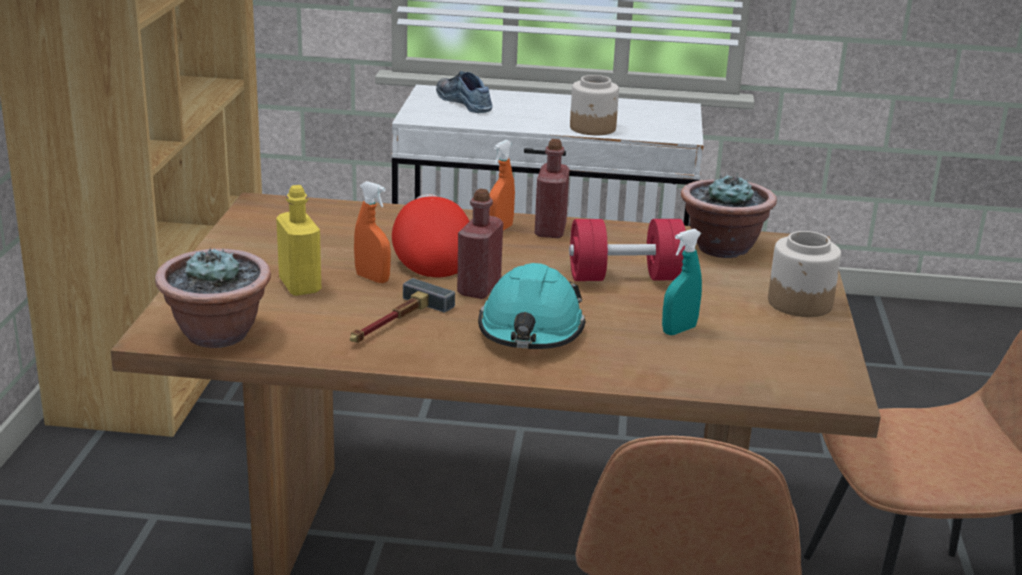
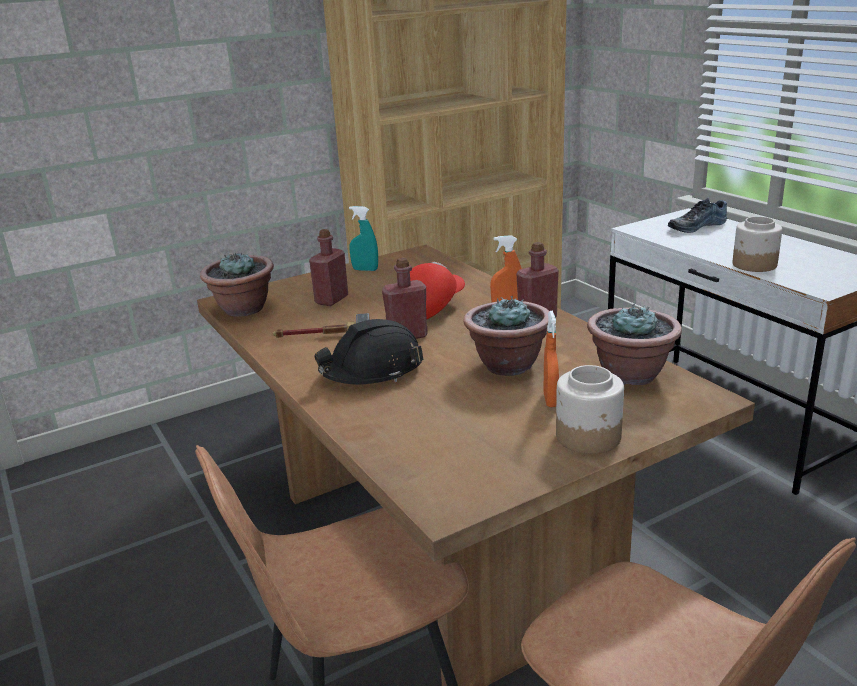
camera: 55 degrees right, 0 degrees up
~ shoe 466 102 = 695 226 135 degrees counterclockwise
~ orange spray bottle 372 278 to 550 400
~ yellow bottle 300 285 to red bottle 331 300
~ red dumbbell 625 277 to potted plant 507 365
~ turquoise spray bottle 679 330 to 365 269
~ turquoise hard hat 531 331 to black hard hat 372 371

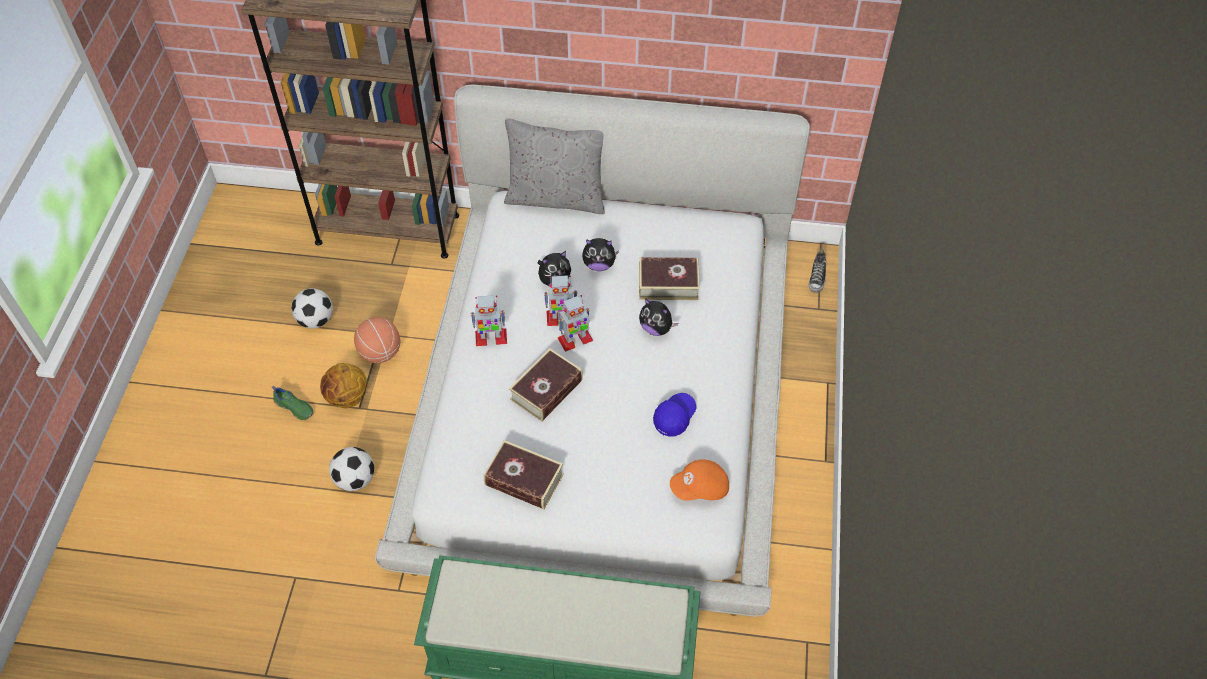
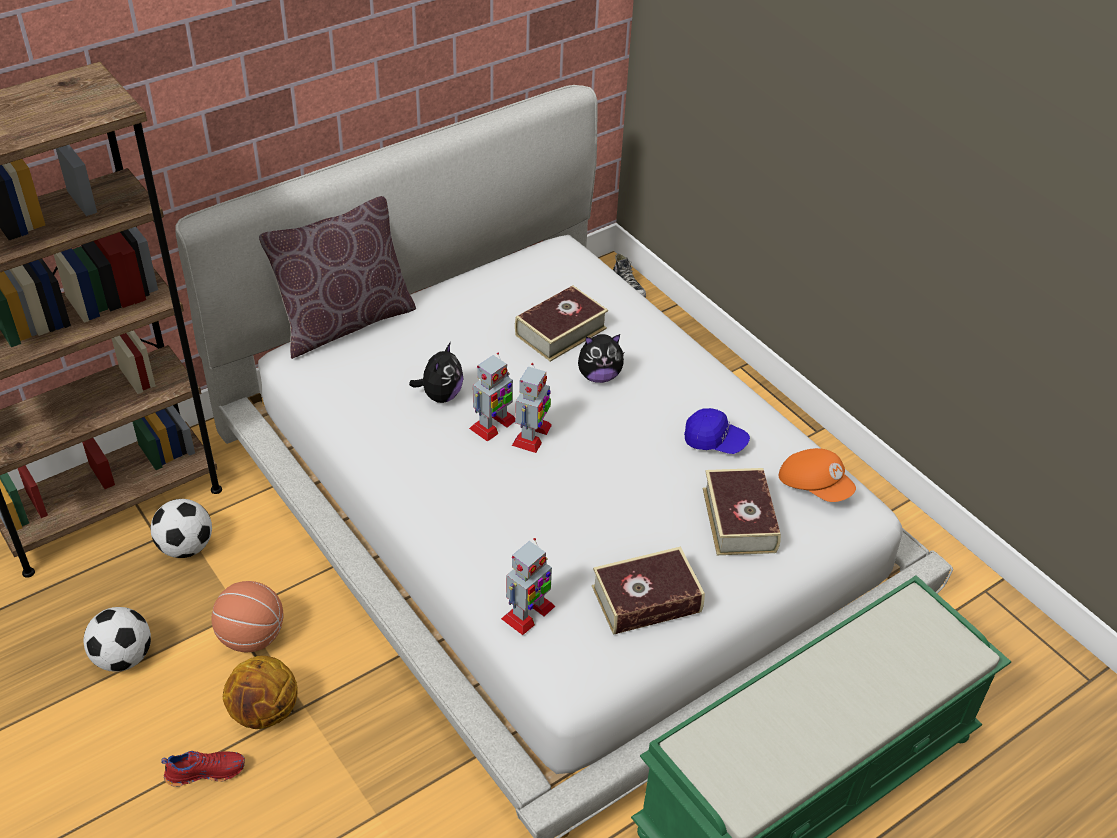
camera: 45 degrees left, 10 degrees down
~ grey pillow 556 197 to brown pillow 344 322
- plush toy 599 265
~ toy robot 490 337 to 528 613
~ book 546 390 to 739 520
~ green shoe 295 407 to red shoe 206 771
~ blue cap 674 417 = 715 441 120 degrees clockwise
~ football 355 479 to 186 547
~ orange cap 700 488 = 814 486 75 degrees counterclockwise

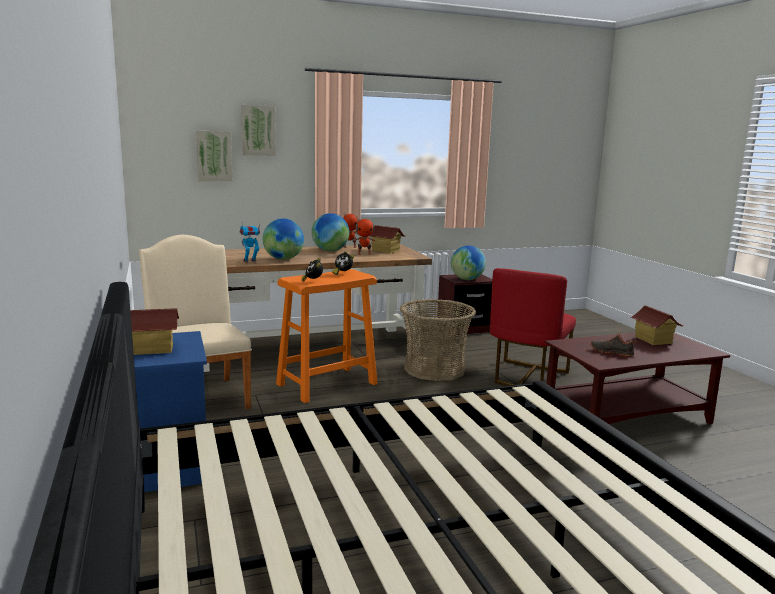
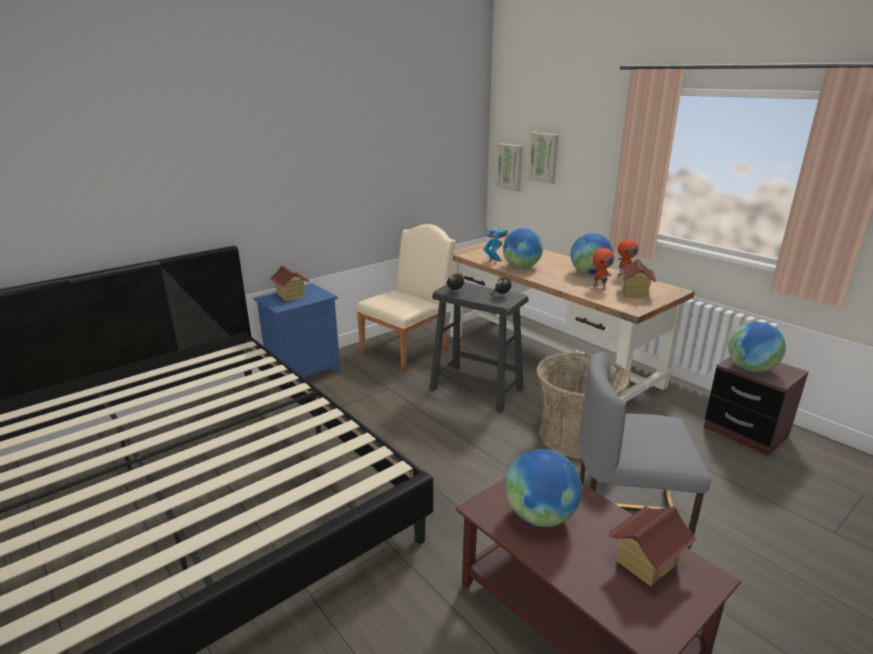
camera: 70 degrees right, 10 degrees up
~ picture 258 130 to 510 167
~ red chair 526 376 to grey chair 628 508
~ orange stool 326 384 to black stool 476 389
~ black shoe 611 352 to globe 540 516

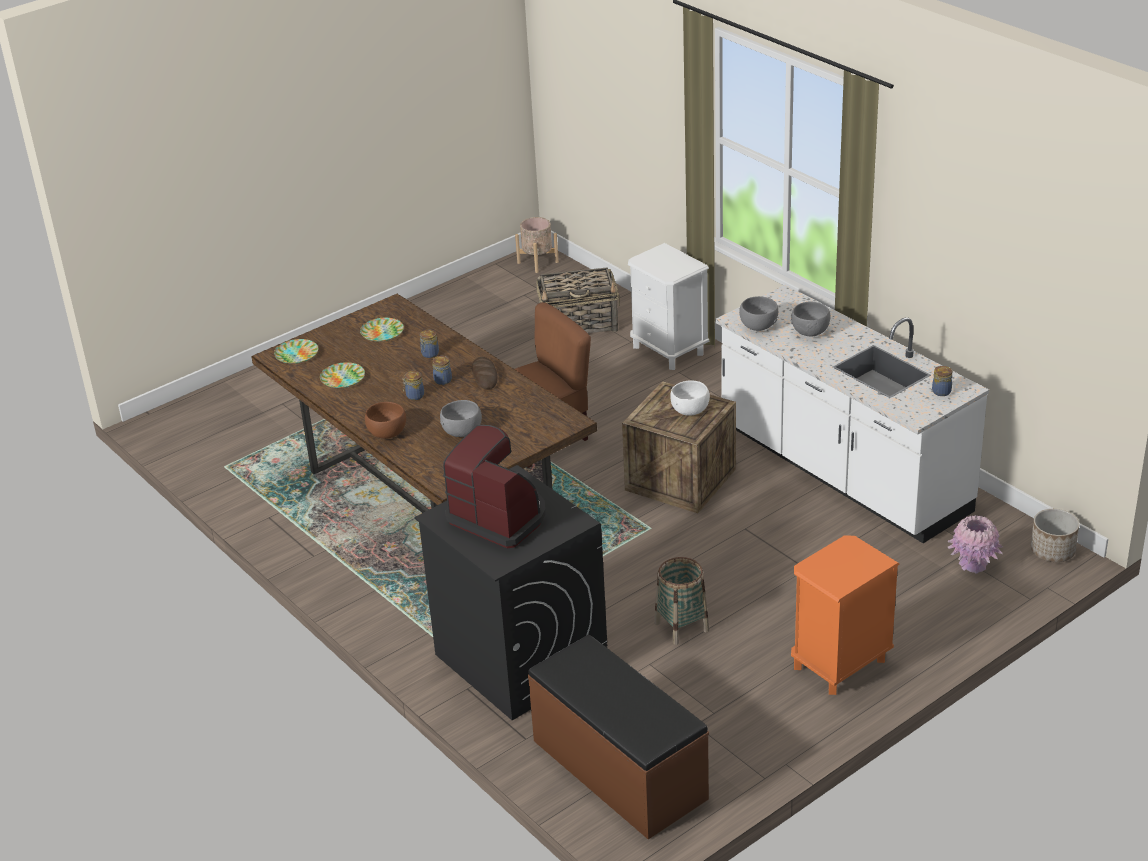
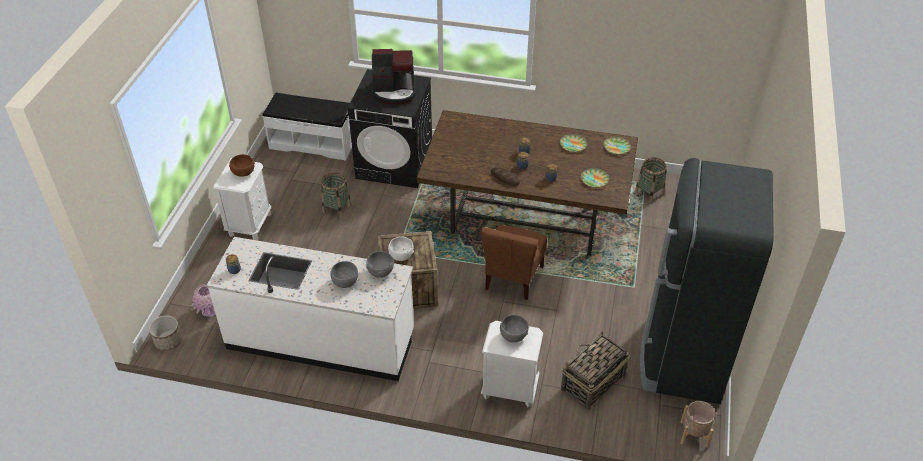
camera: 140 degrees right, 10 degrees up
~ grey bowl 462 432 to 513 336
~ brown bowl 387 433 to 243 172
~ orange nightstand 839 664 to white nightstand 250 224
~ brown bench 618 770 to white bench 313 143
+ basket 649 193
+ black fridge 682 357

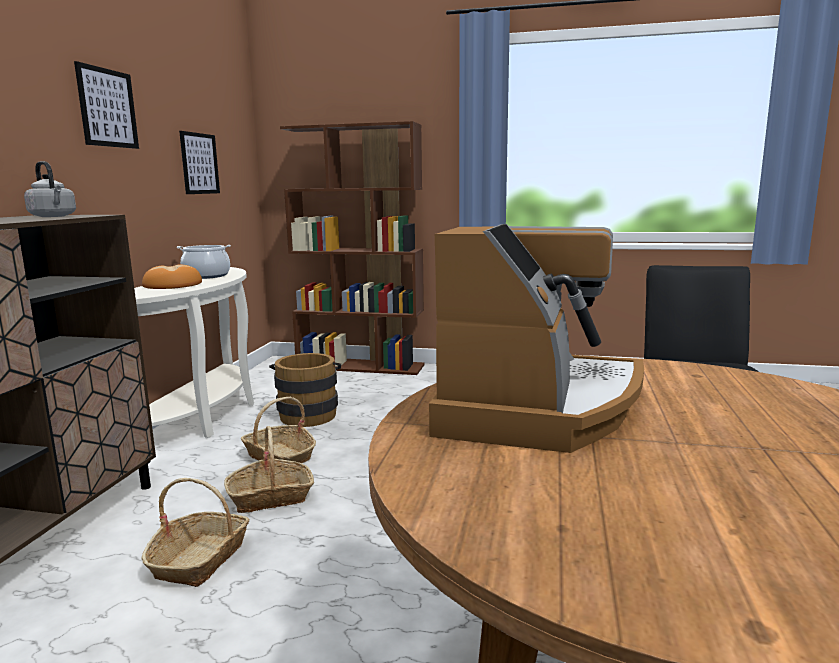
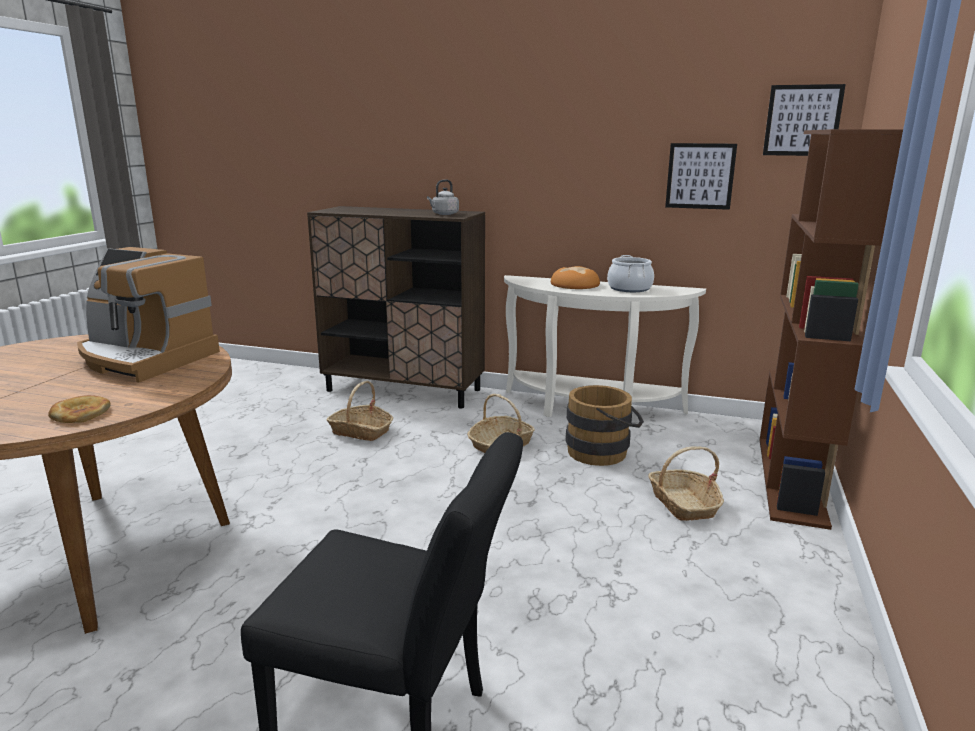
camera: 95 degrees right, 5 degrees up
~ picture 107 108 to 802 120
~ basket 271 497 to 683 504
+ bread 80 413

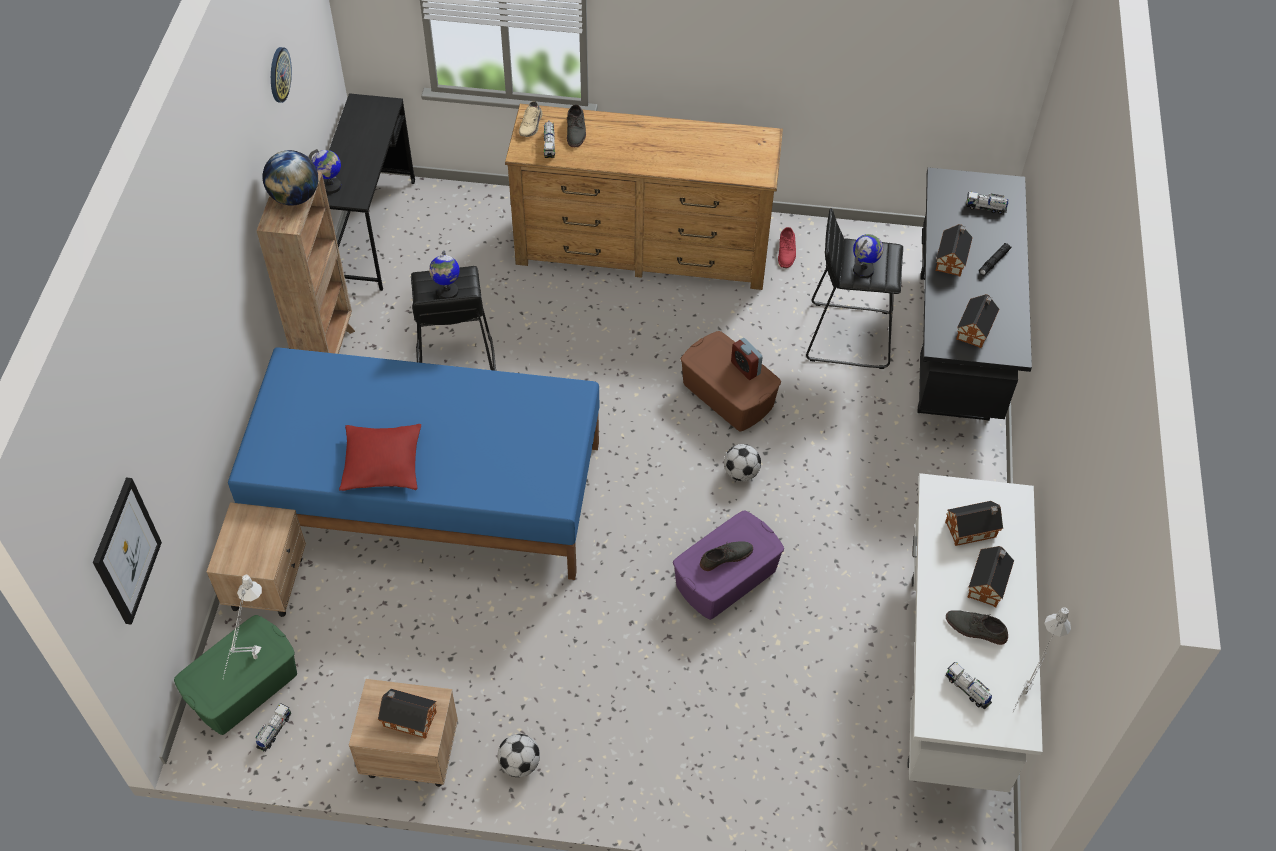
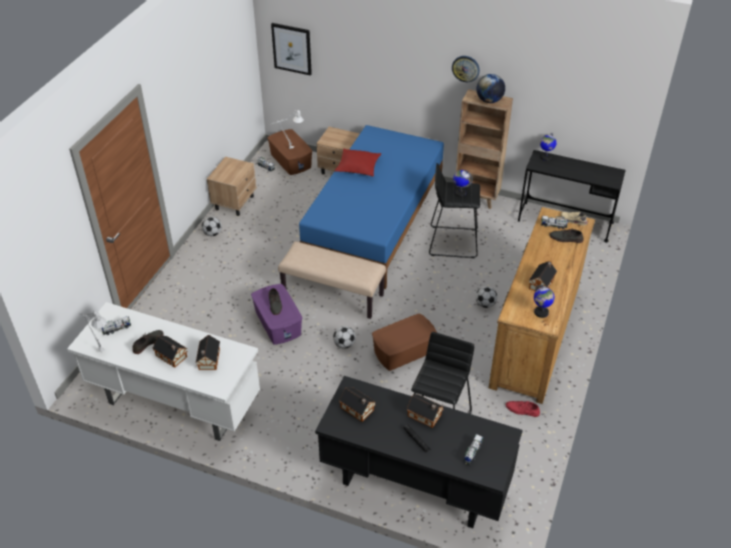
camera: 105 degrees right, 10 degrees down
~ wall clock 279 74 to 465 68
~ globe 863 270 to 541 312
- alarm clock 745 368
~ green storage box 243 687 to brown storage box 291 160
~ toy house 408 718 to 542 283
+ beige bench 333 294
+ football 485 304

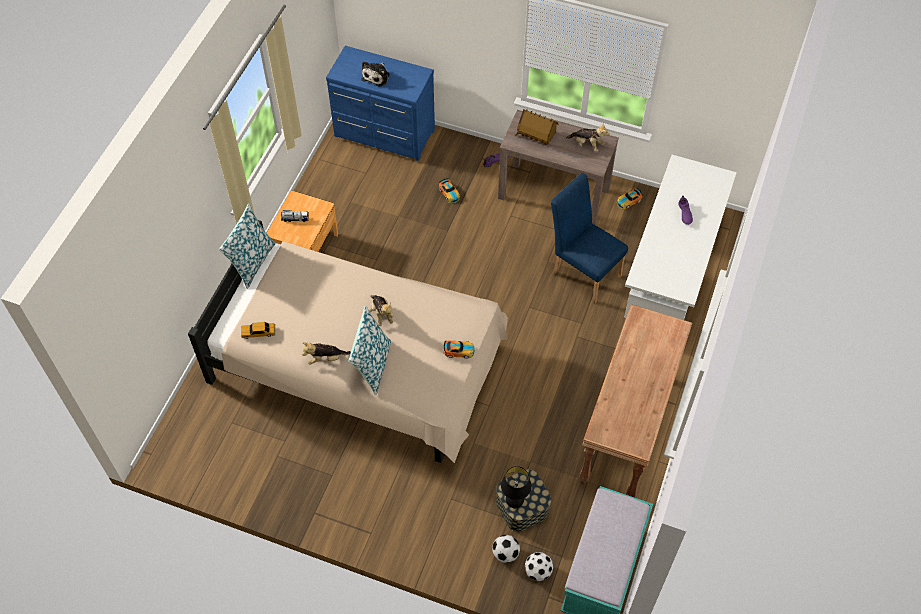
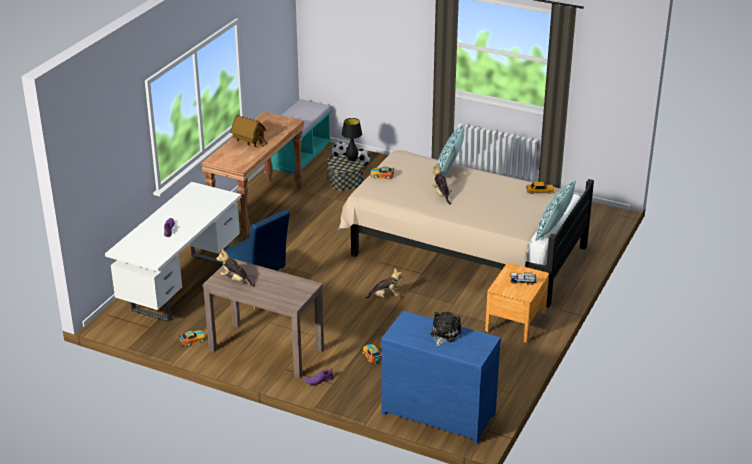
camera: 175 degrees left, 25 degrees down
~ toy house 536 137 to 249 142
~ plush toy 325 358 to 385 296

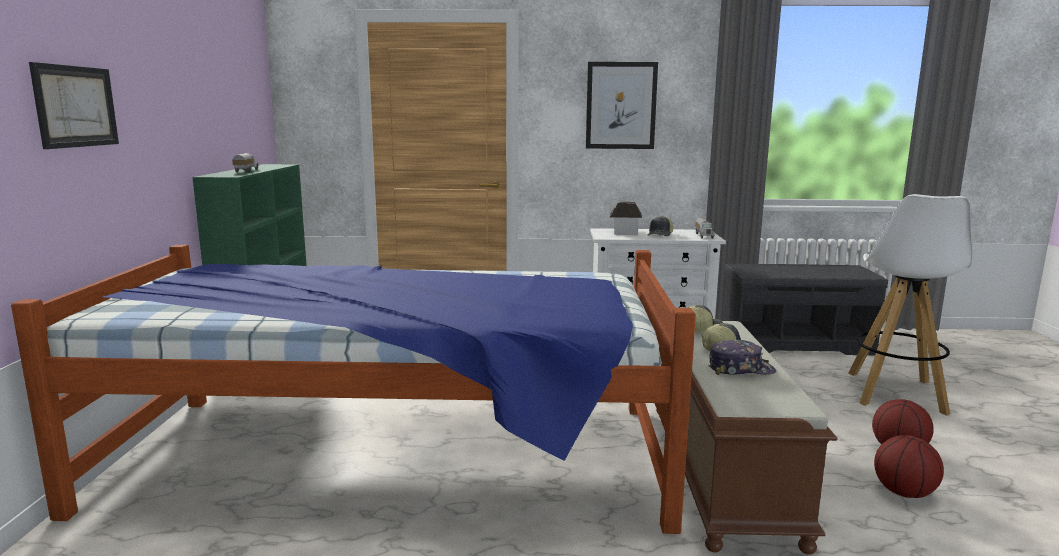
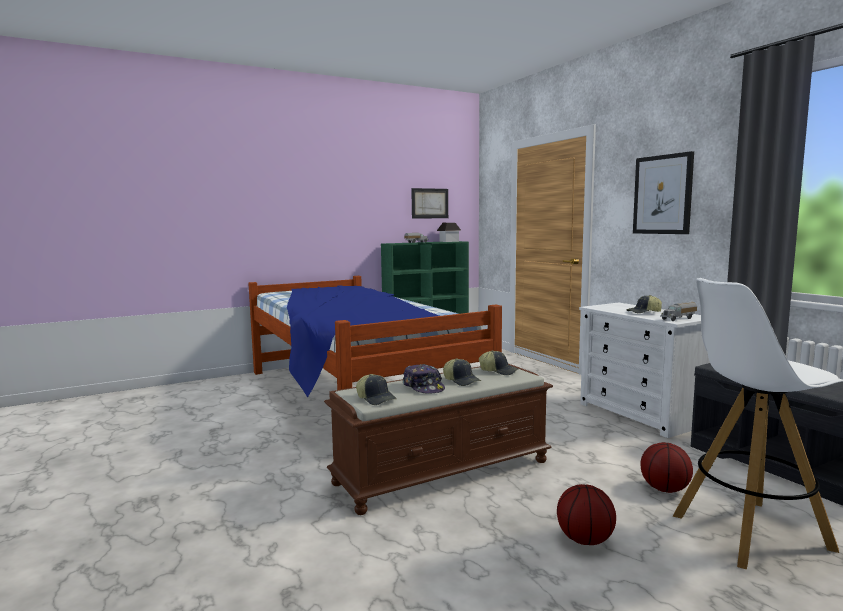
camera: 60 degrees right, 5 degrees down
~ picture 75 106 to 429 203
~ toy house 625 232 to 449 241
~ basketball 903 492 to 665 489
+ cap 376 399

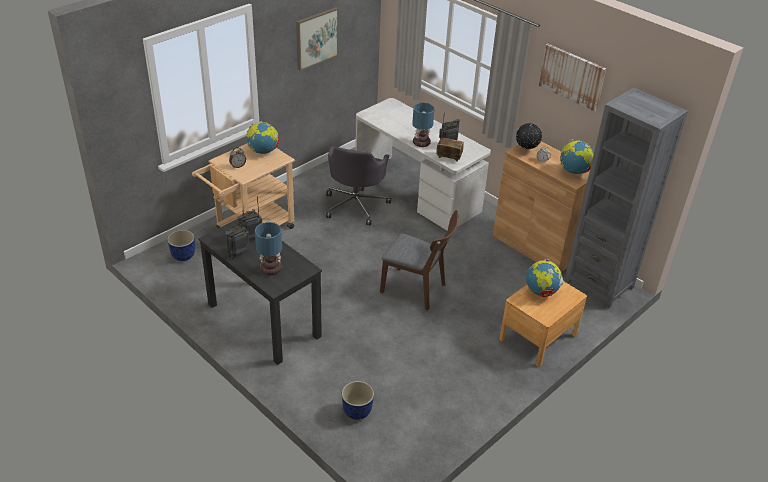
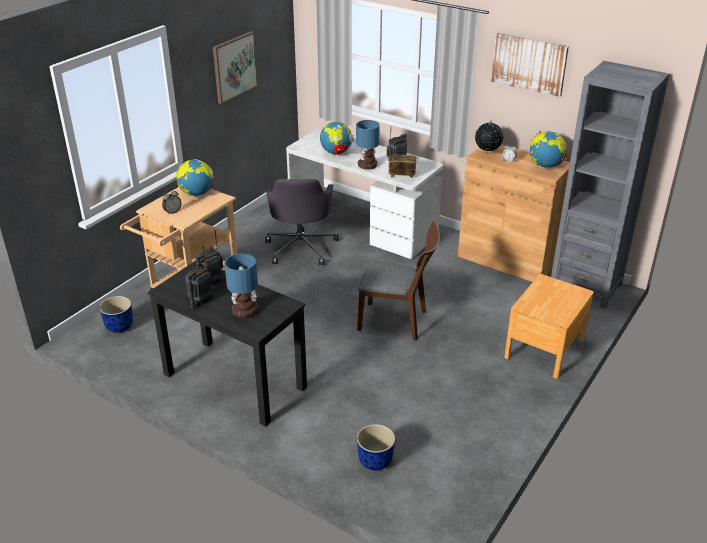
camera: 10 degrees left, 5 degrees down
~ globe 541 292 to 336 153

